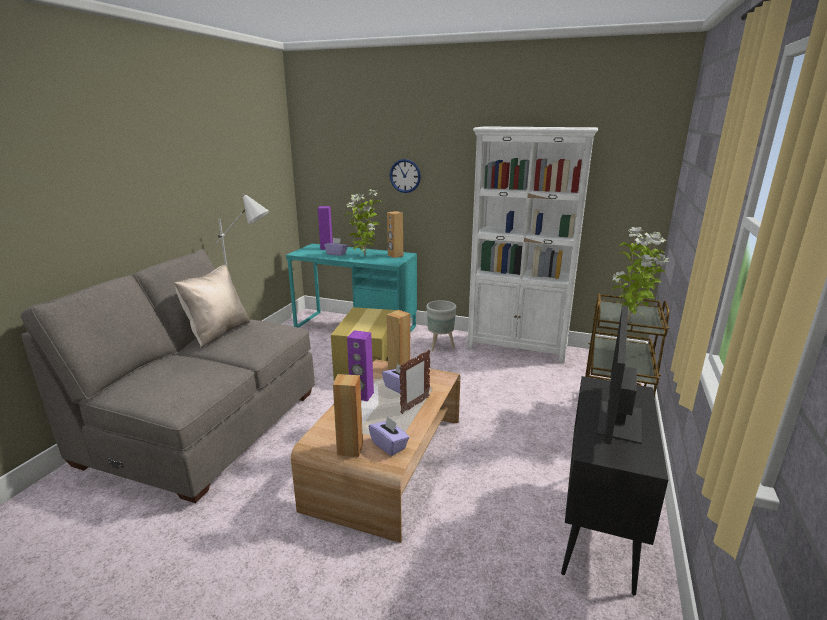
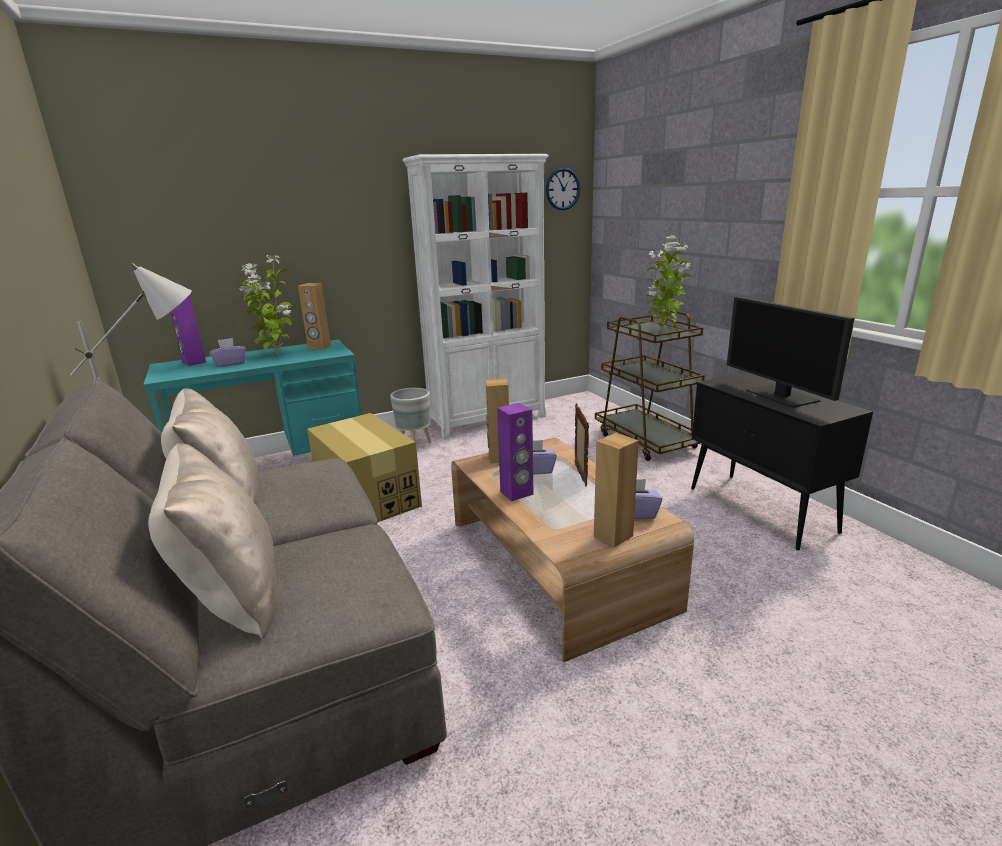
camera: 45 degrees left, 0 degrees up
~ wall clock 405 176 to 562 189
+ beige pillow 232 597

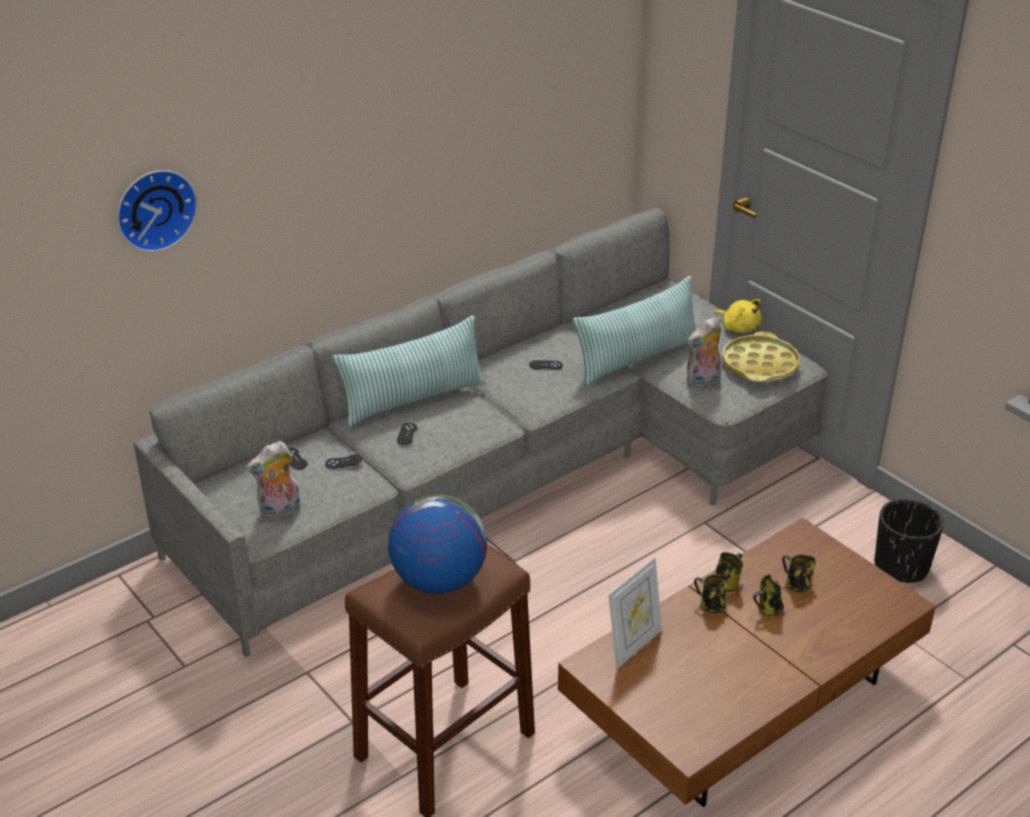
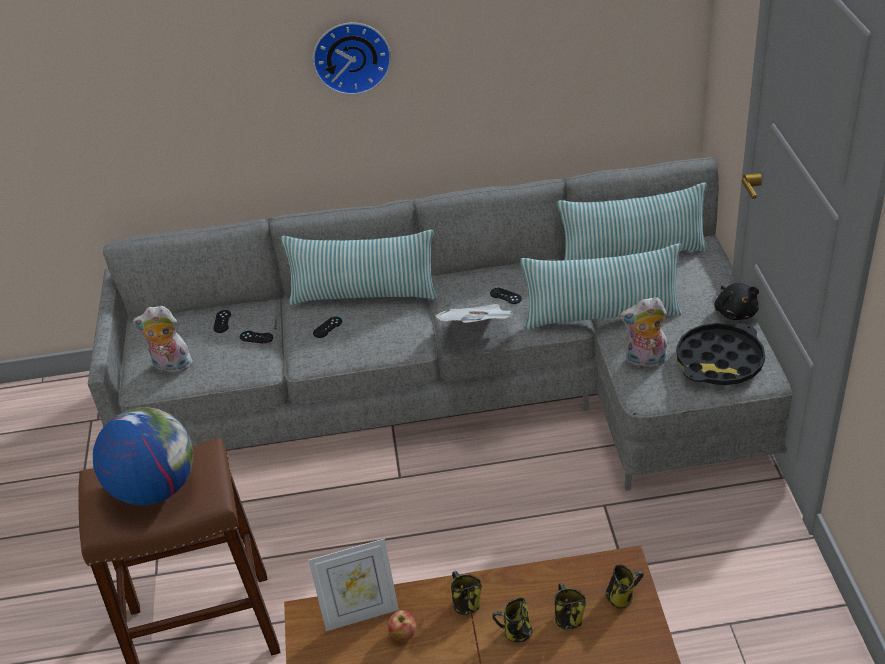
camera: 35 degrees right, 5 degrees up
~ wall clock 154 208 to 351 56
~ yellow plush toy 739 327 to black plush toy 735 312
~ yellow tray 760 365 to black tray 719 361
- black planter 901 566
~ mug 727 583 to 622 597
+ pillow 632 253
+ newspaper 478 330
+ apple 403 635

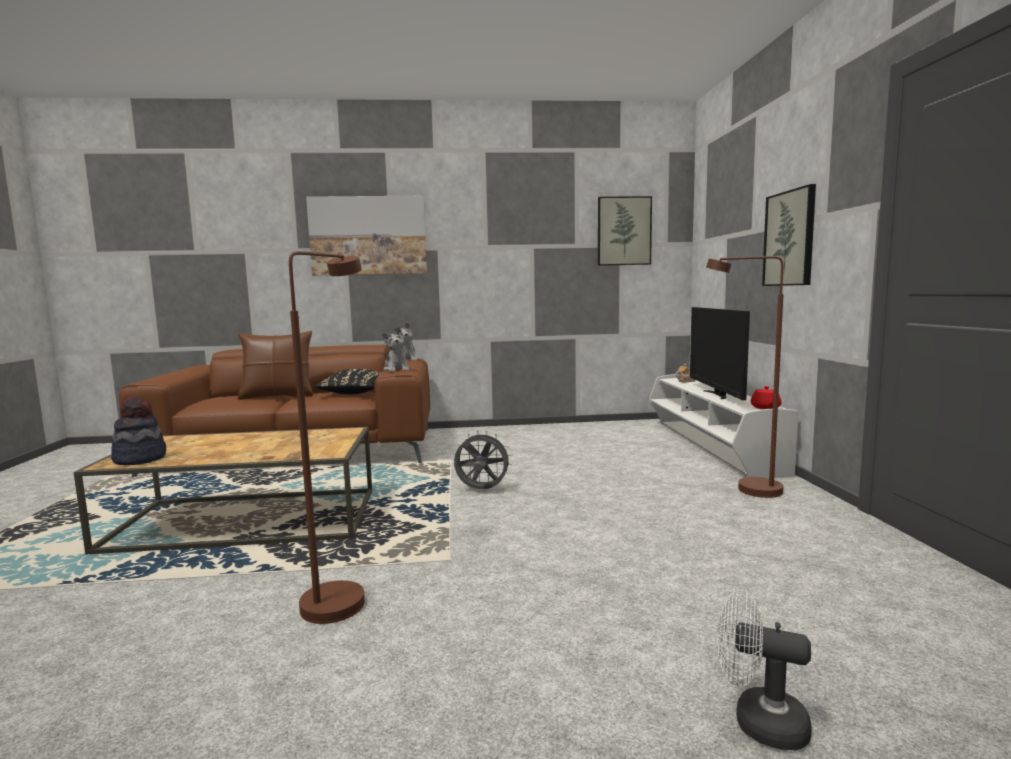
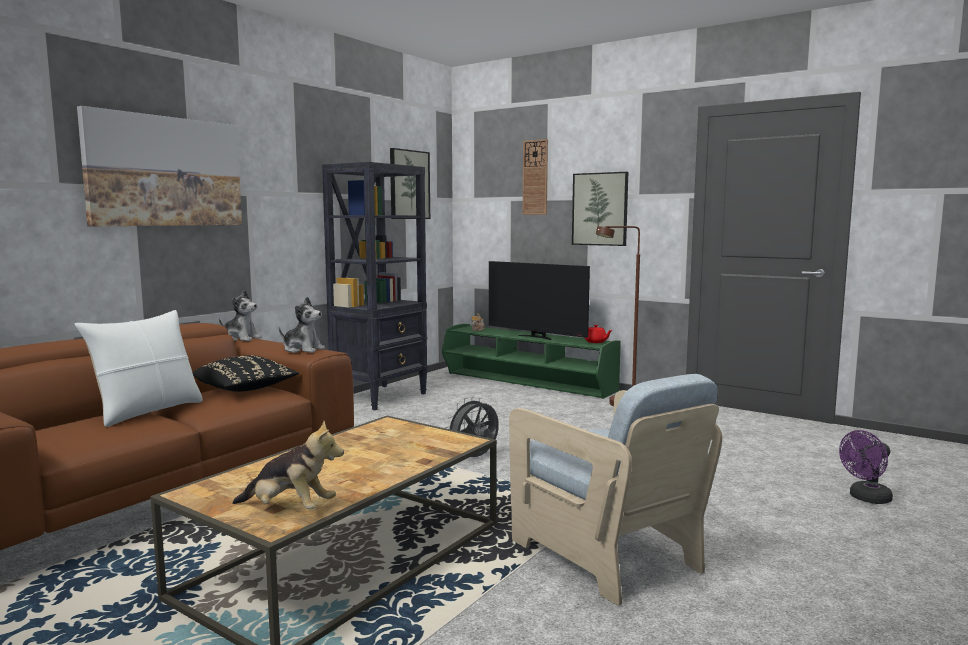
camera: 50 degrees left, 0 degrees up
~ brown floor lamp 341 596 to beige armchair 606 554
~ brown pillow 278 396 to white pillow 147 411
~ white tv stand 709 446 to green tv stand 526 383
~ hat 140 459 to plush toy 289 509
~ white fan 758 722 to purple fan 866 498
+ wall clock 535 177
+ black bookcase 380 397

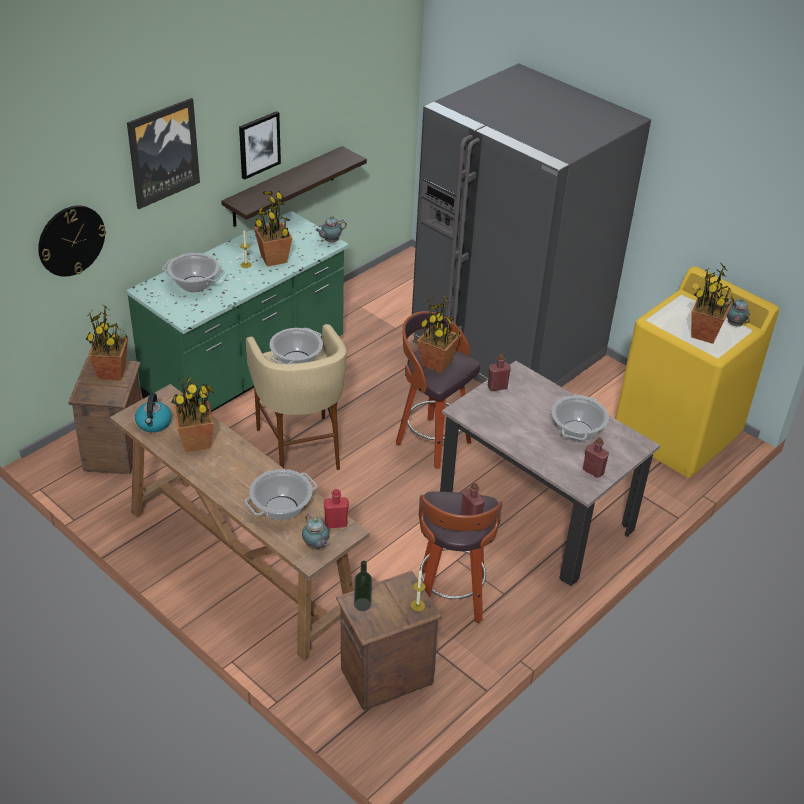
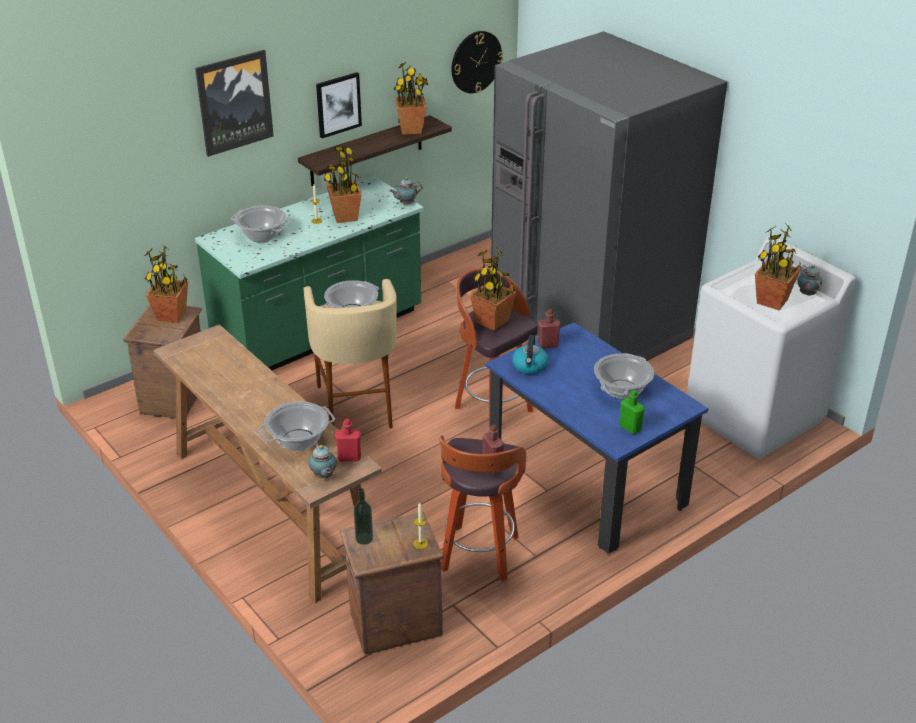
camera: 10 degrees right, 5 degrees down
~ wall clock 71 240 to 476 62
~ yellow washing machine 677 434 to white washing machine 754 417
~ beige dining table 535 513 to blue dining table 586 482
~ potted plant 195 441 to 411 129
~ kettle 154 423 to 530 366
~ red bottle 593 471 to green bottle 630 428

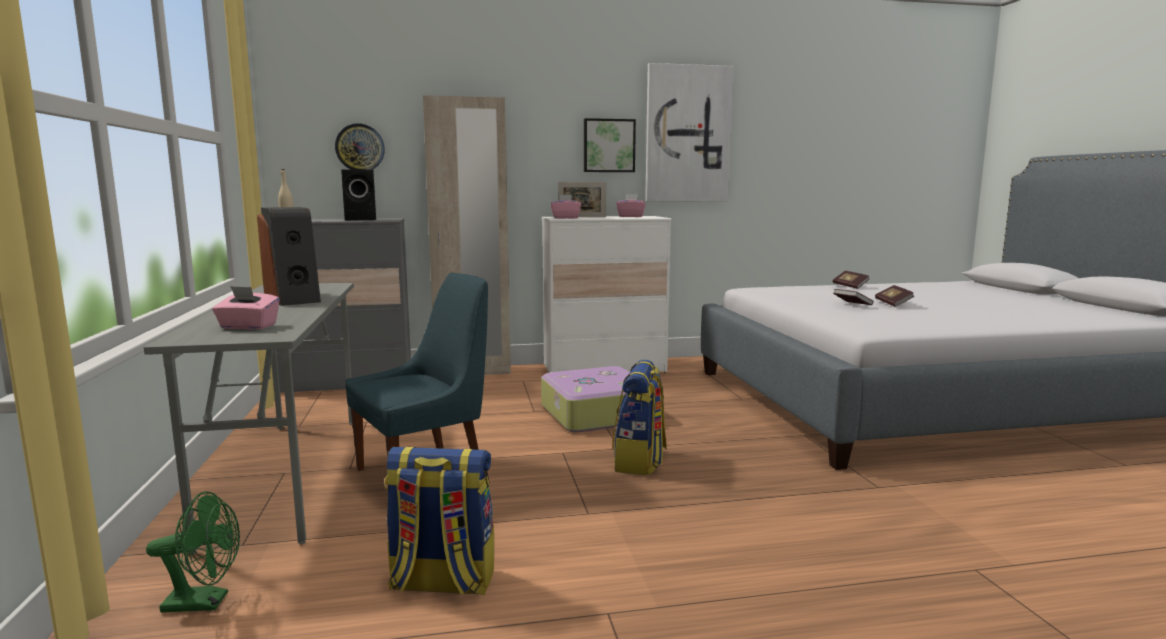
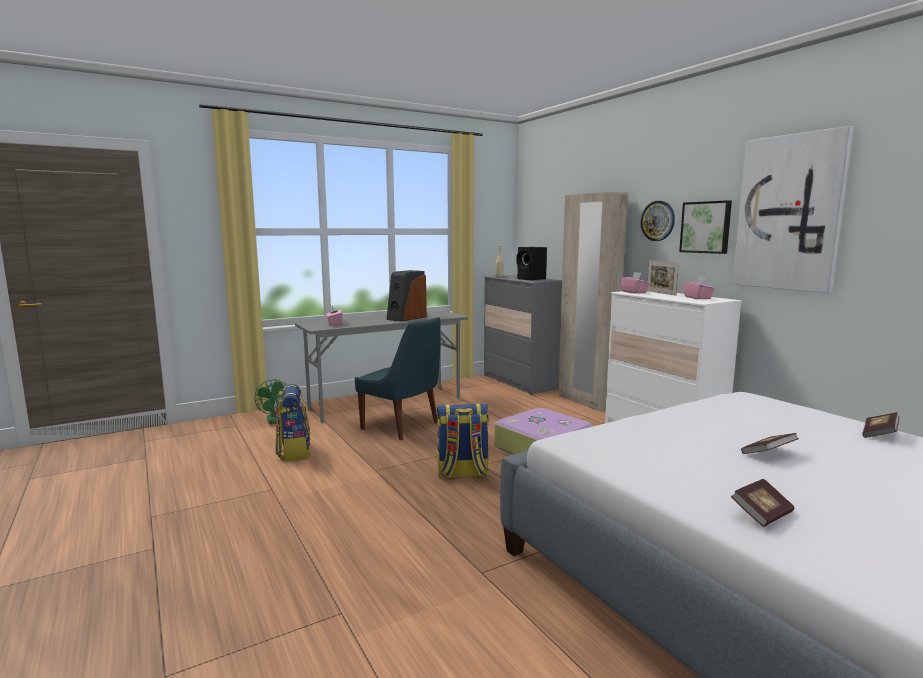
camera: 70 degrees right, 0 degrees up
~ wall clock 360 148 to 658 221
~ book 852 305 to 761 514

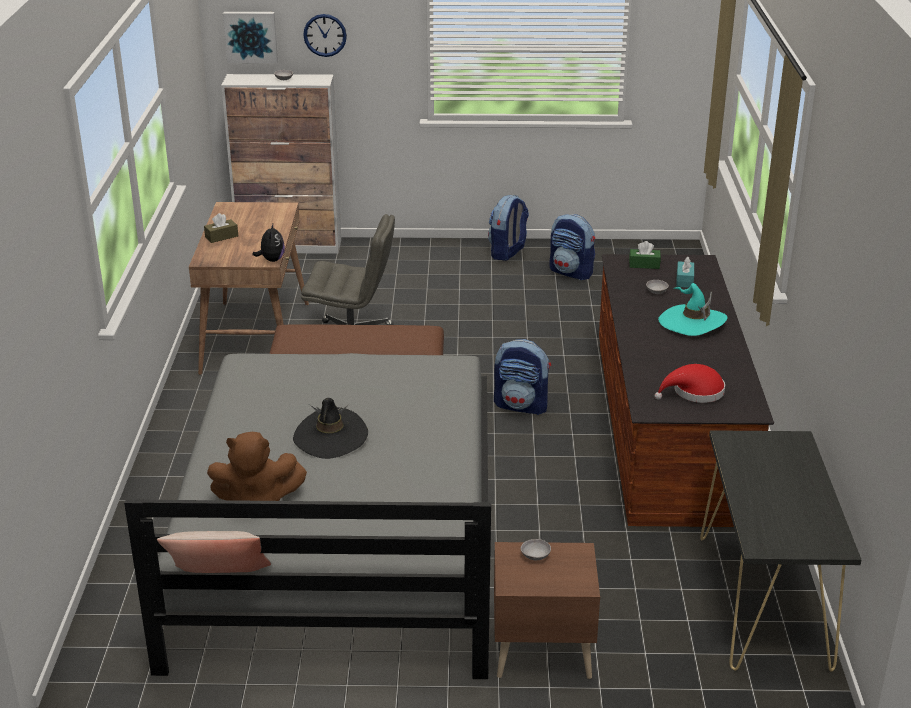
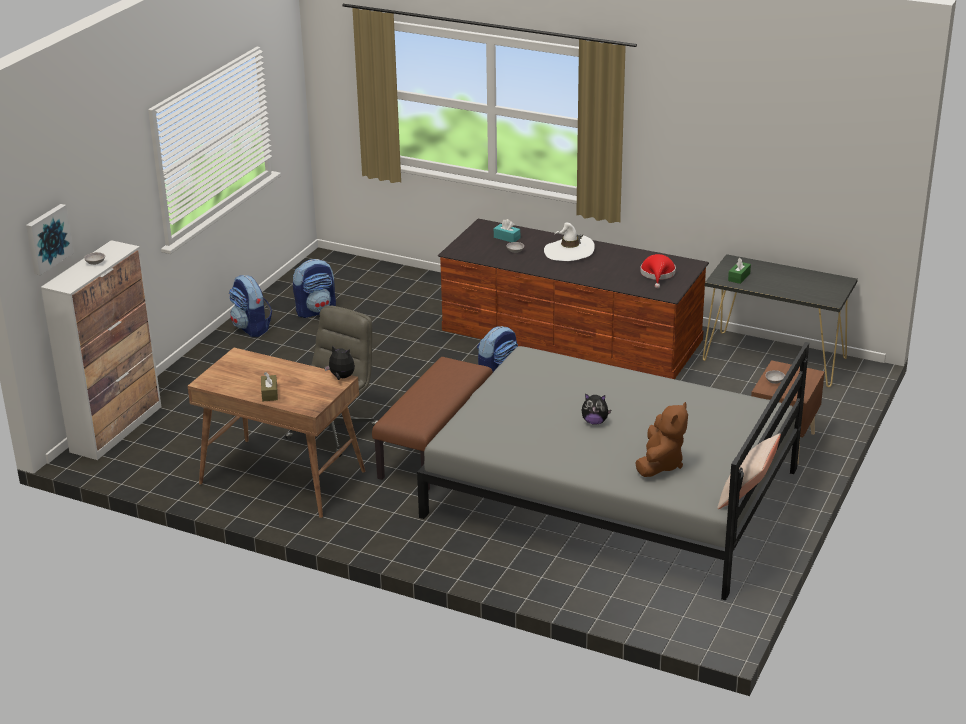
camera: 65 degrees left, 0 degrees up
- wall clock 325 35
~ green tissue box 644 264 to 739 277
~ turquoise hat 692 323 to white hat 569 251
~ black hat 330 437 to plush toy 595 422

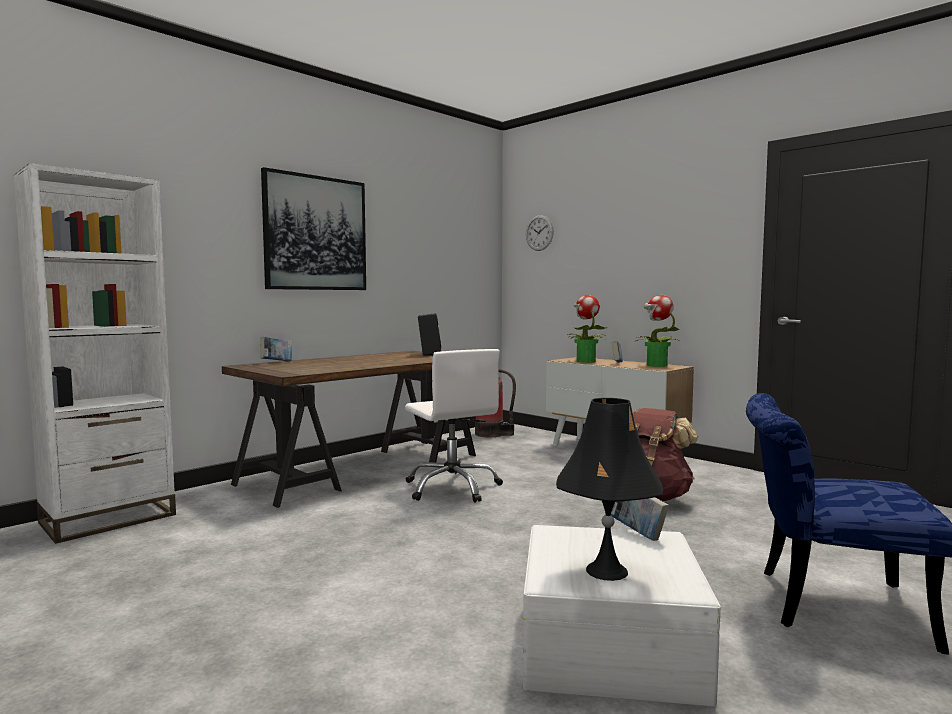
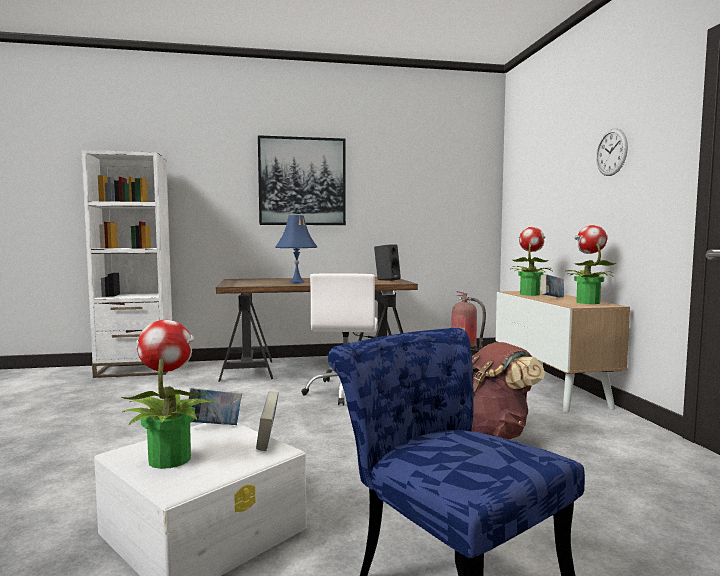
camera: 35 degrees right, 0 degrees up
~ wall clock 539 233 to 611 152
~ book 276 362 to 214 426
~ black table lamp 606 571 to potted plant 169 459
+ blue table lamp 297 282

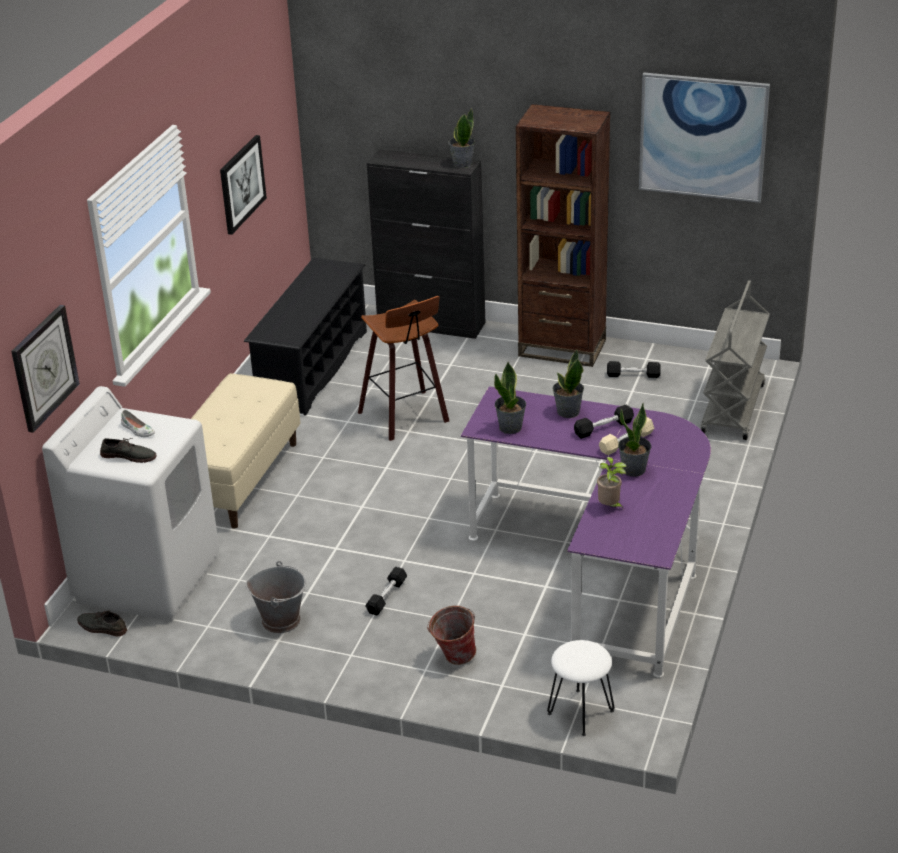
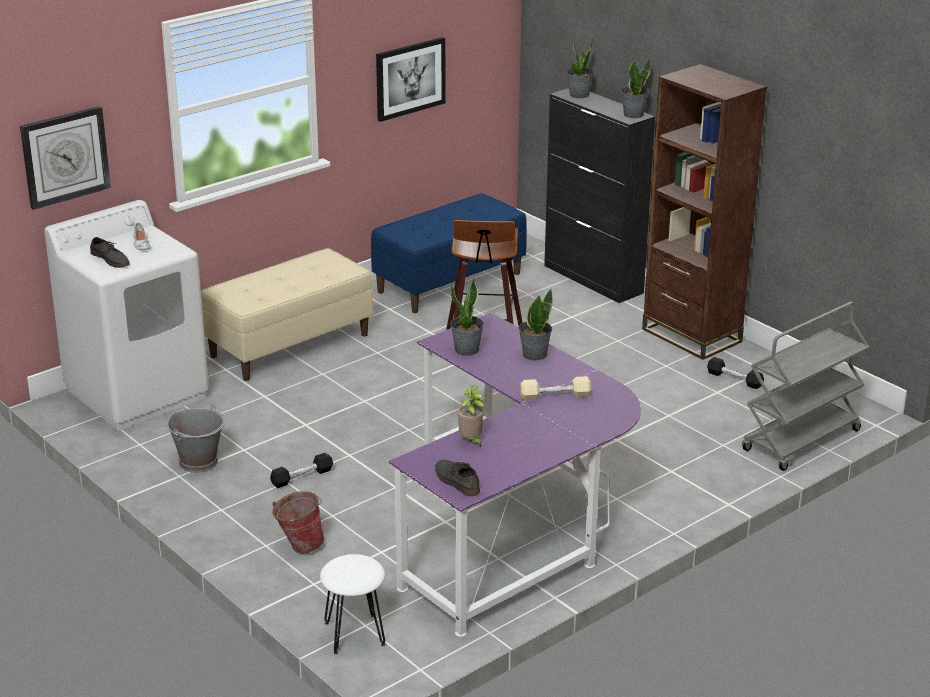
camera: 30 degrees right, 5 degrees down
- picture 702 137
~ black shoe rack 312 368 to blue bench 449 282
~ potted plant 634 470 to 579 95
- black dumbbell 603 428
~ grey shoe 101 627 to 456 481

